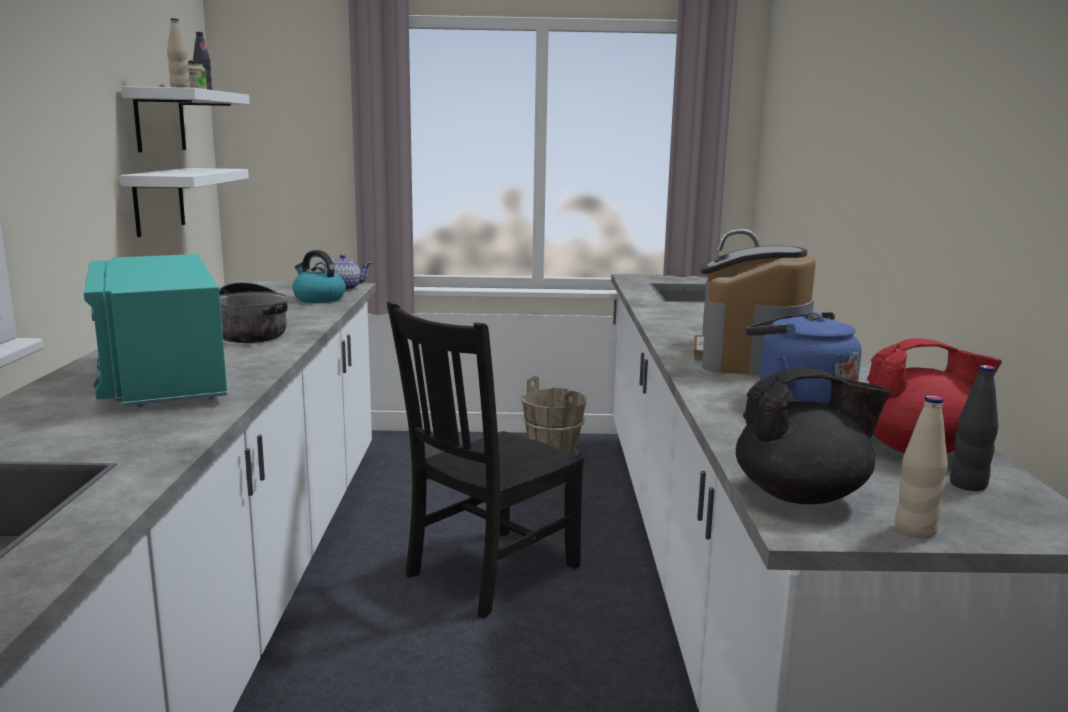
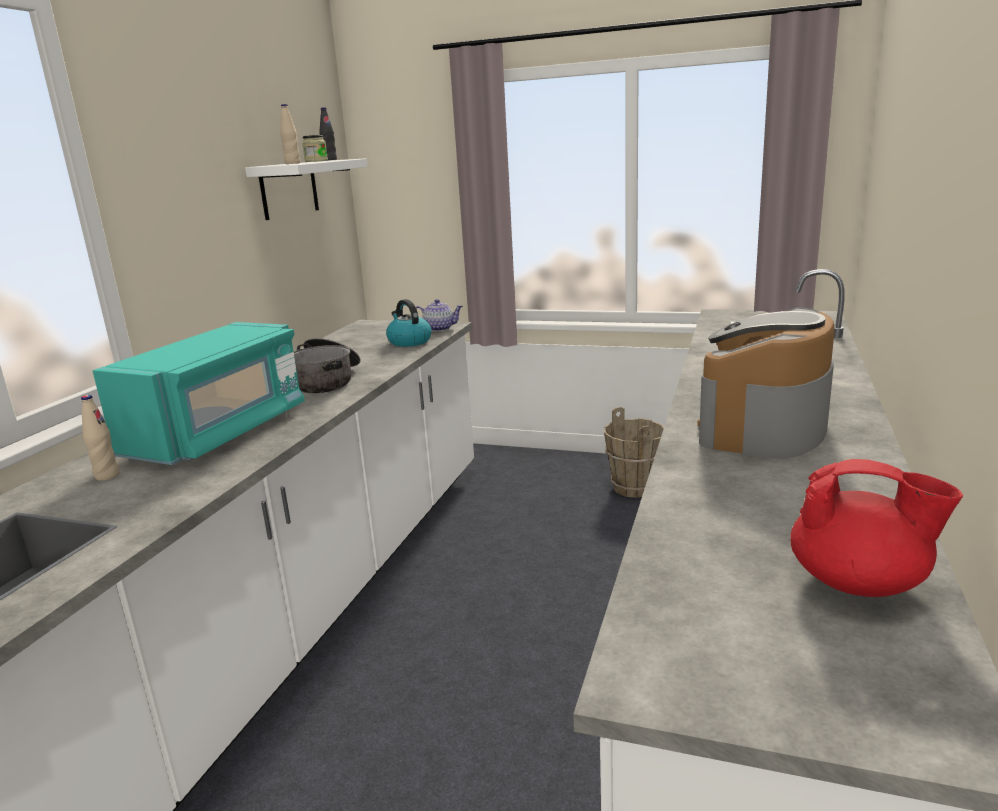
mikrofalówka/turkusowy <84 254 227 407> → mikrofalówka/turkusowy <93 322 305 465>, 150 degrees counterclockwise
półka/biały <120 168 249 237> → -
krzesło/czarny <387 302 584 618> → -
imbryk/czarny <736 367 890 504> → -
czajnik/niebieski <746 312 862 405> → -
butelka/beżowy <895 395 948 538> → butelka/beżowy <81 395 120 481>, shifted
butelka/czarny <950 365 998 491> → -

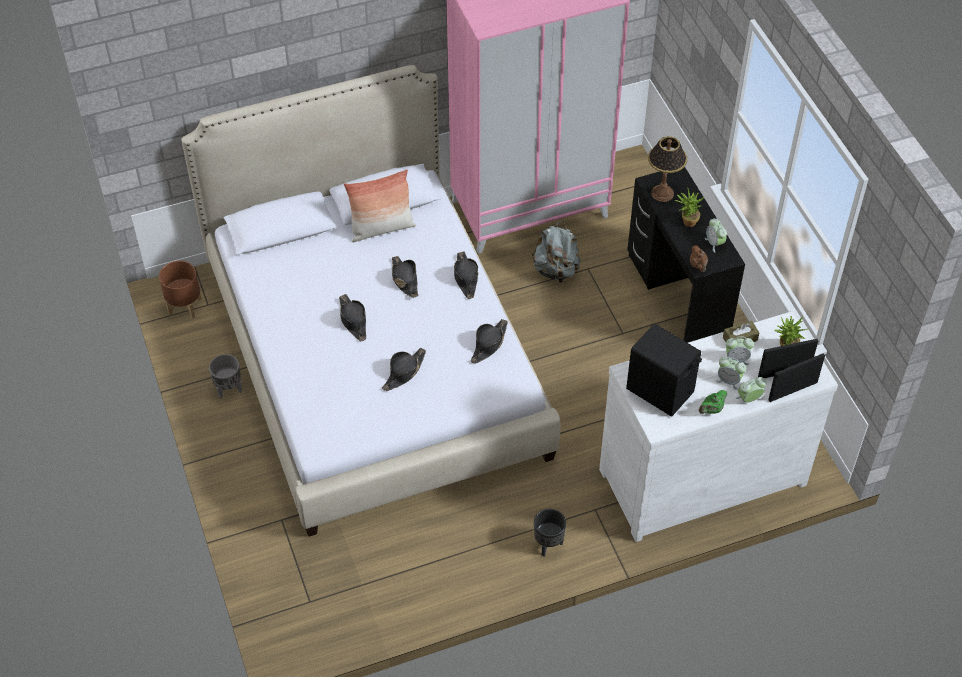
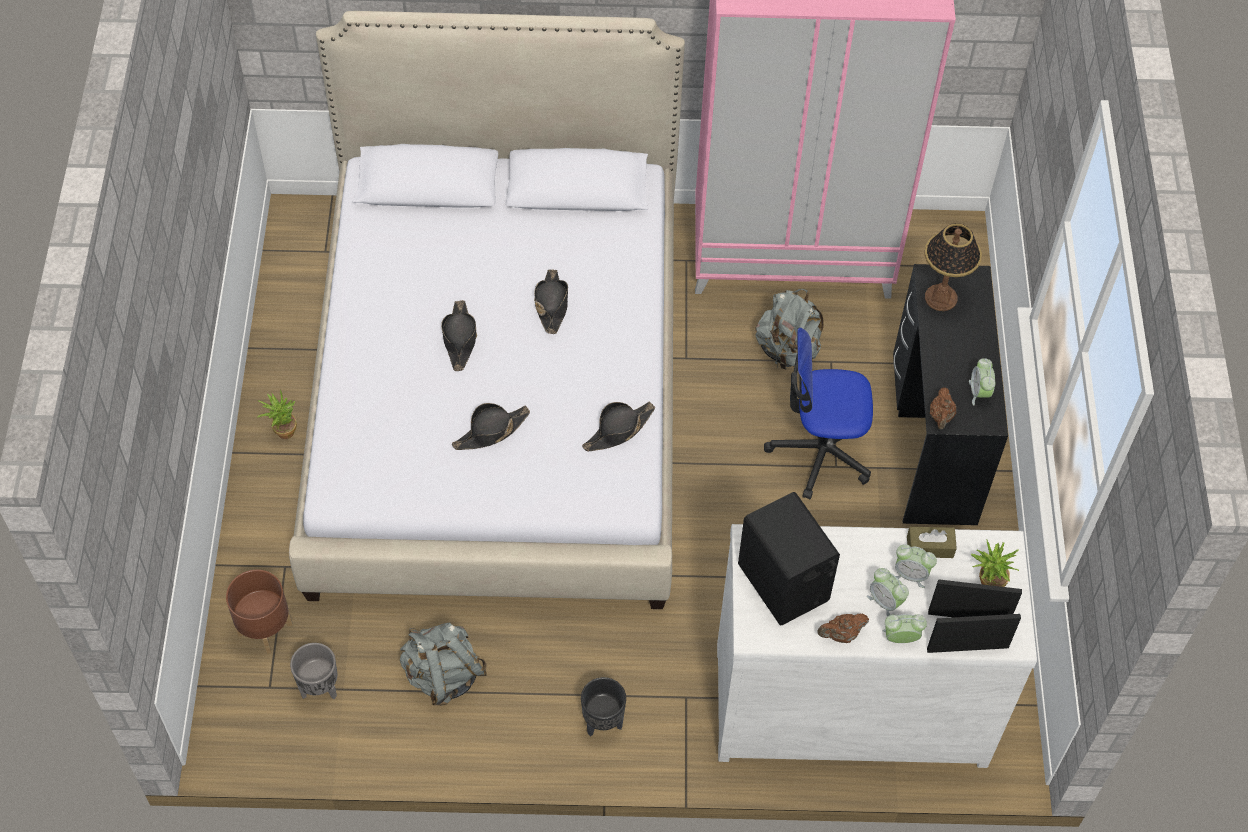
donica/brązowy <159 261 202 319> → donica/brązowy <226 570 293 654>, shifted
donica/szary <209 354 242 399> → donica/szary <290 643 337 699>, shifted
poduszka <344 169 416 242> → -
kapelusz/czarny <454 252 478 299> → -
roślina doniczkowa <675 189 704 227> → roślina doniczkowa <257 390 297 439>, shifted
imbryk/zielony <699 390 727 414> → imbryk/brązowy <818 613 869 643>
- → plecak/szary <400 623 487 706>
- → krzesło biurowe <764 327 873 500>

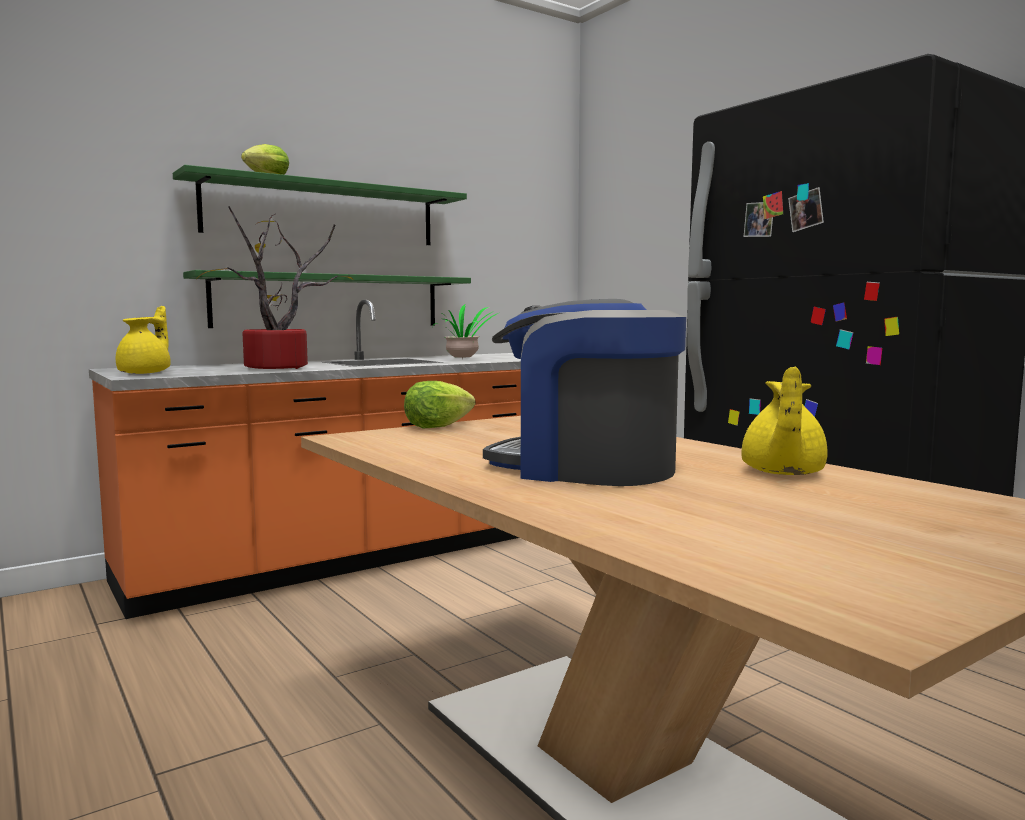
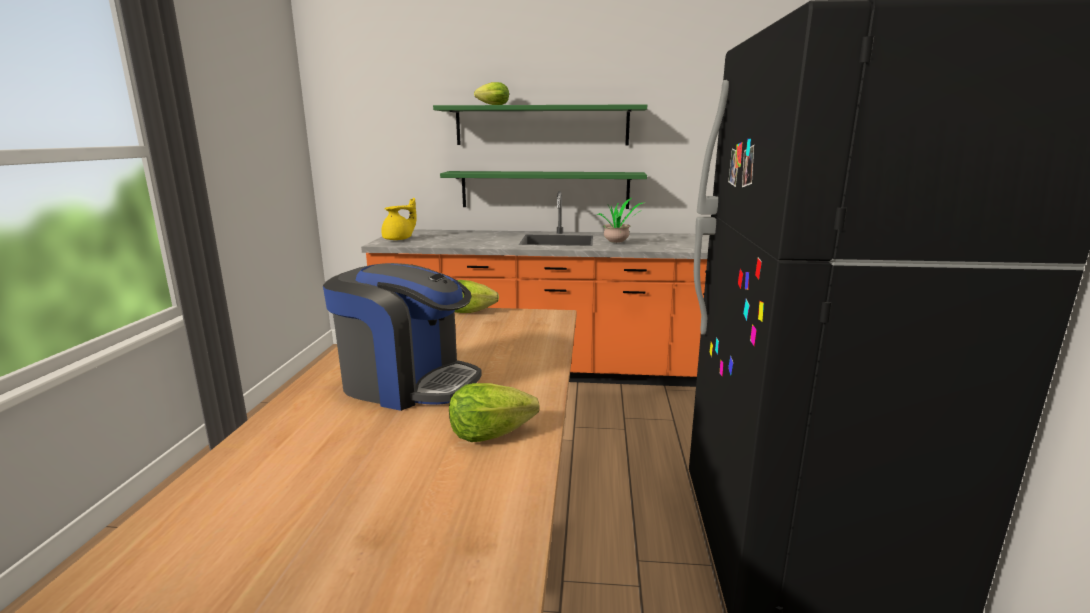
roślina doniczkowa <196 206 354 369> → -
ekspres do kawy <483 299 686 486> → ekspres do kawy <323 263 482 411>, 135 degrees clockwise
imbryk/żółty <742 366 828 475> → sałata <449 383 539 442>

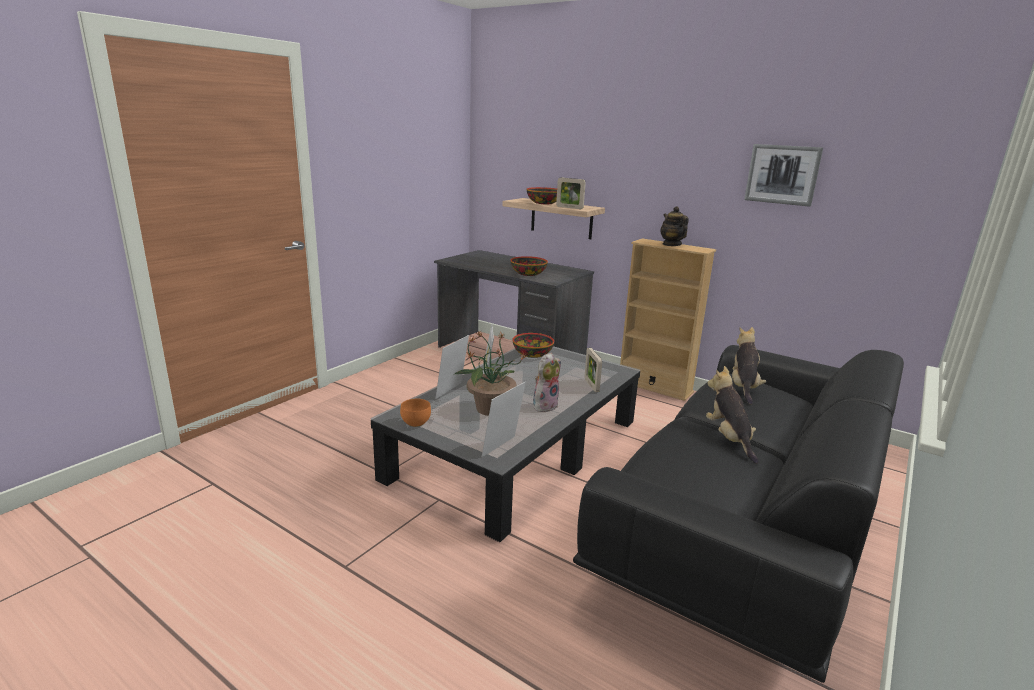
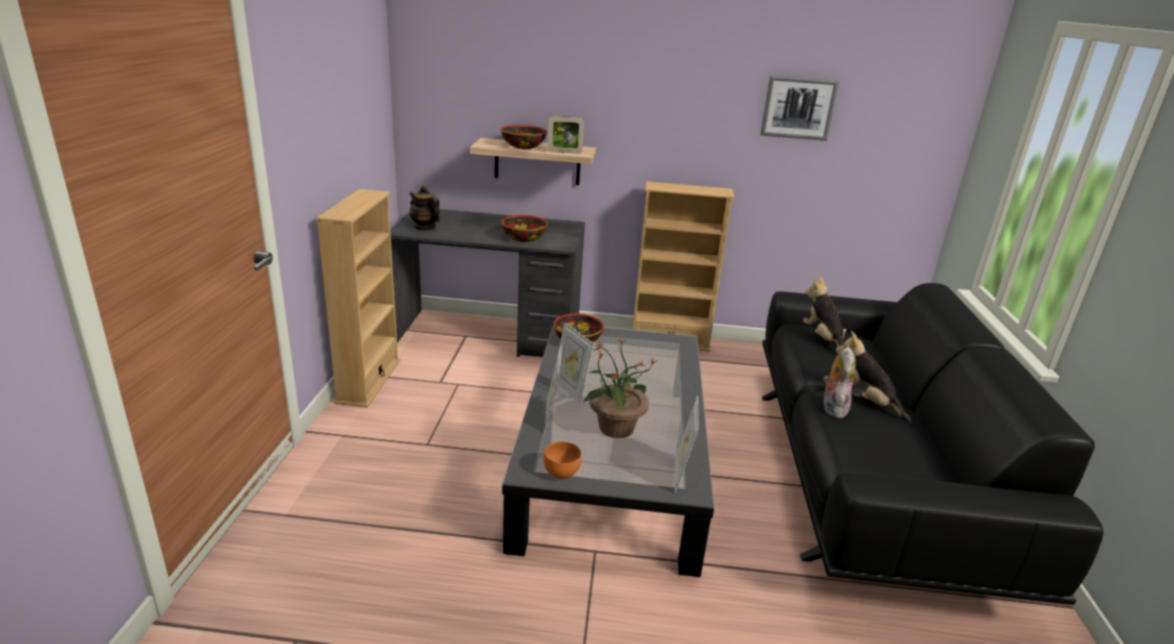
pluszak <533 353 561 412> → pluszak <823 346 856 418>, shifted
ramka na zdjęcie <584 348 602 392> → -
imbryk <660 206 689 246> → imbryk <409 186 440 231>, shifted
- → regał/beżowy <316 189 400 408>

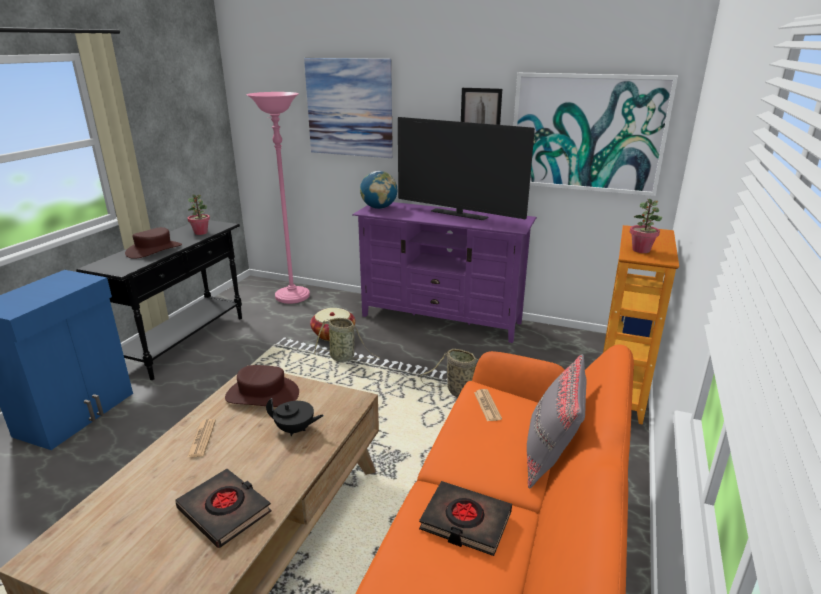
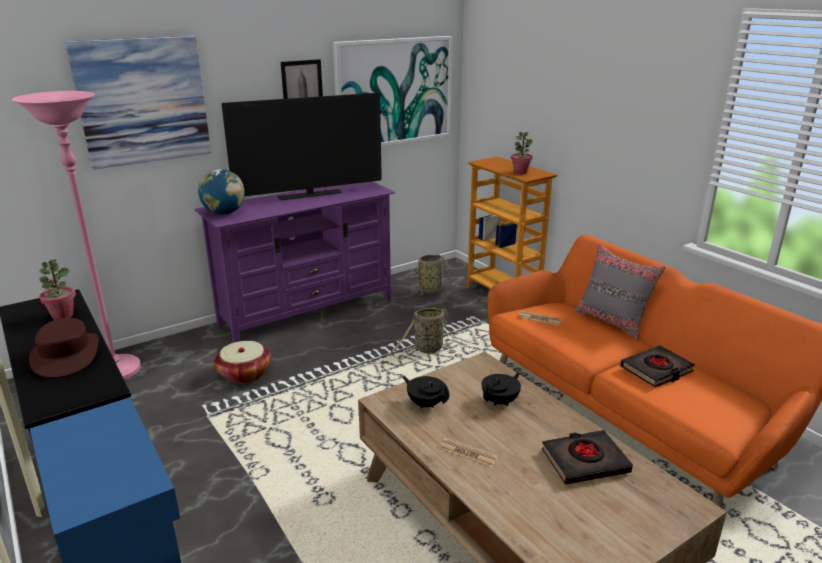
kapelusz/brązowy <225 365 299 407> → imbryk/czarny <403 376 449 409>
koszyk <314 318 379 362> → koszyk <410 254 458 295>, shifted

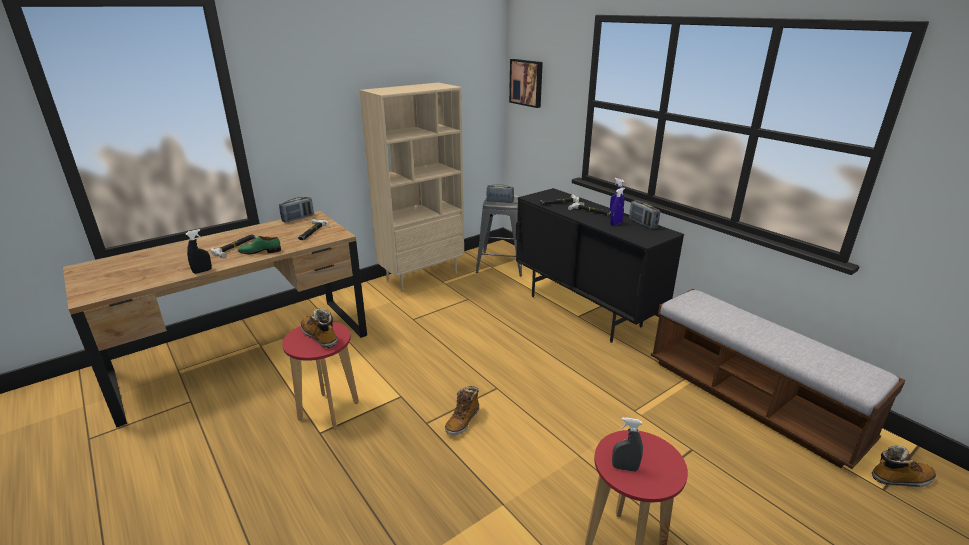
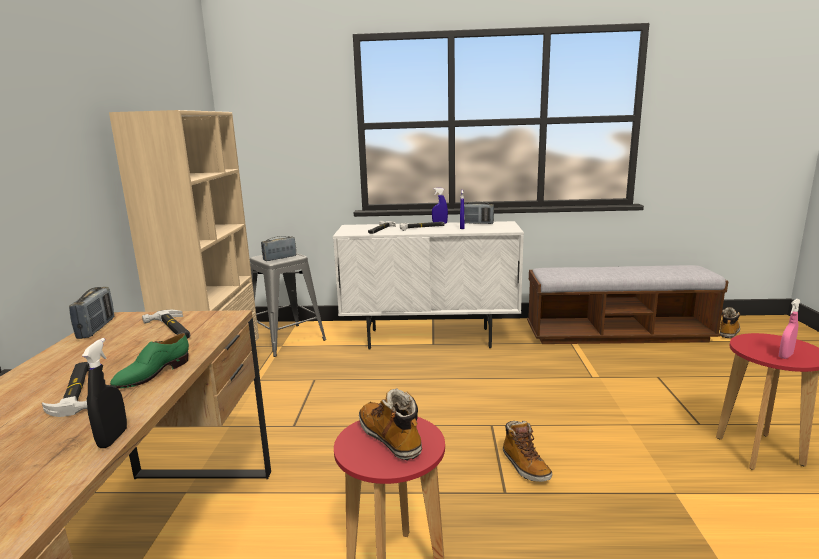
but z cholewką <300 308 337 348> → but z cholewką <359 388 422 461>, 60 degrees clockwise
obraz <509 59 543 108> → -
szafka/czarny <516 188 684 343> → szafka/biały <333 221 524 350>
spryskiwacz/szary <612 417 643 472> → spryskiwacz/różowy <779 299 800 359>

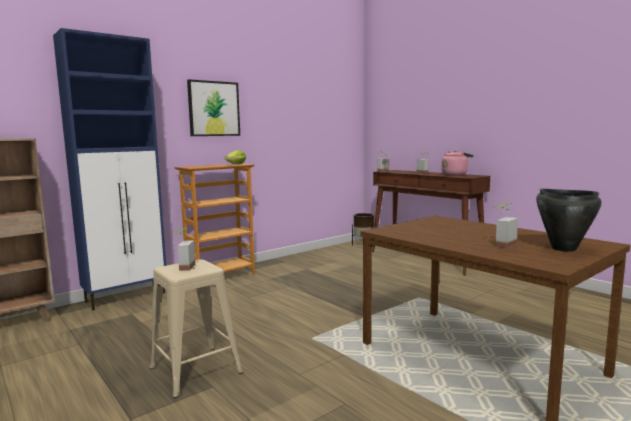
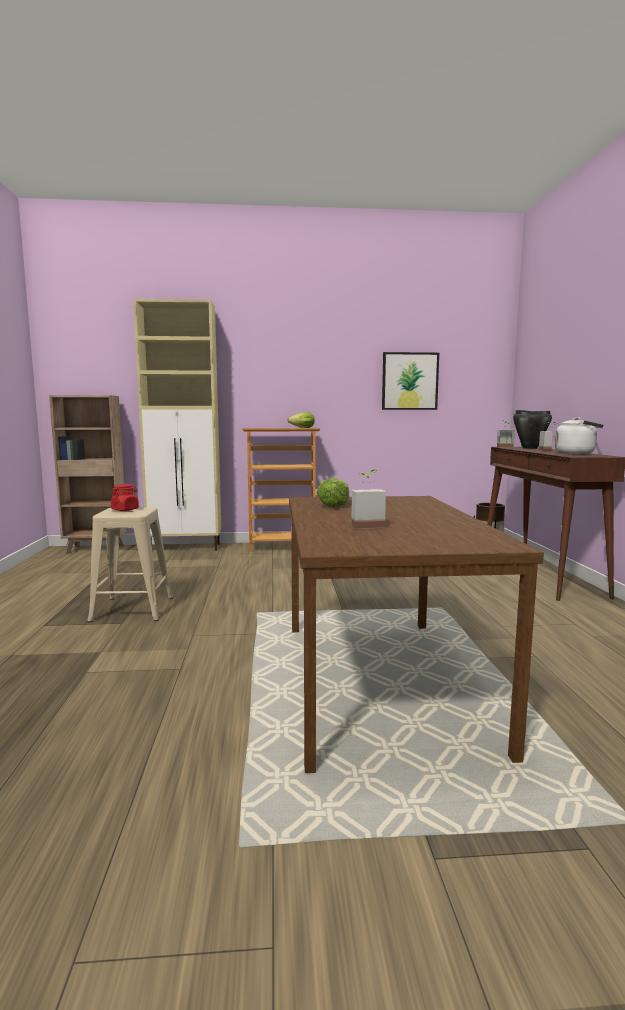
szafka/niebieski <53 28 166 311> → szafka/beżowy <133 299 222 551>
roślina doniczkowa <172 228 195 271> → słoik/czerwony <111 484 139 511>
obraz <187 79 240 136> → obraz <382 352 439 410>, shifted
czajnik/różowy <441 150 473 176> → czajnik/biały <555 417 603 454>
garnek/czarny <536 189 602 252> → garnek/czarny <513 410 552 449>, shifted
- → sałata <316 478 349 508>

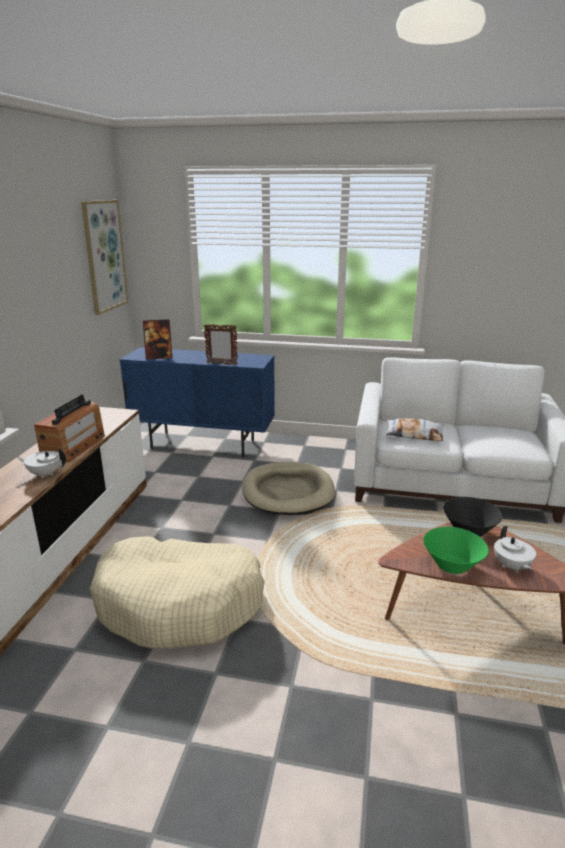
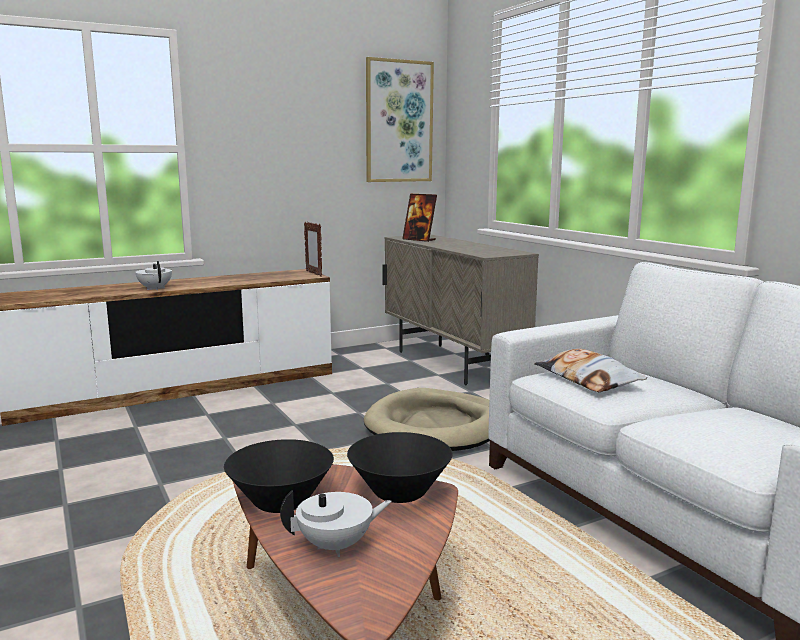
radio <34 394 105 462> → -
legowisko/beżowy <90 536 265 648> → -
szafka/niebieski <120 347 275 457> → szafka/beżowy <382 234 539 386>
ramka na zdjęcie <204 324 238 365> → ramka na zdjęcie <304 222 322 277>, shifted
miska/zielony <423 527 489 574> → miska/czarny <224 439 334 513>
imbryk/biały <494 526 536 573> → imbryk/biały <280 490 392 557>, 150 degrees counterclockwise

